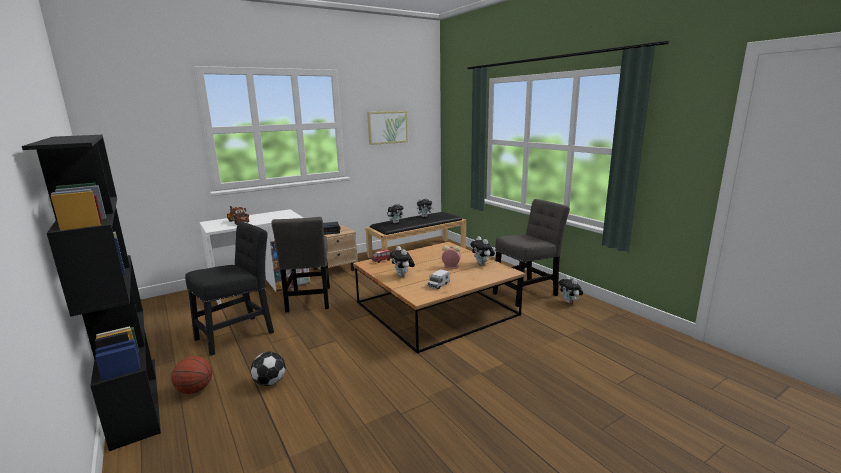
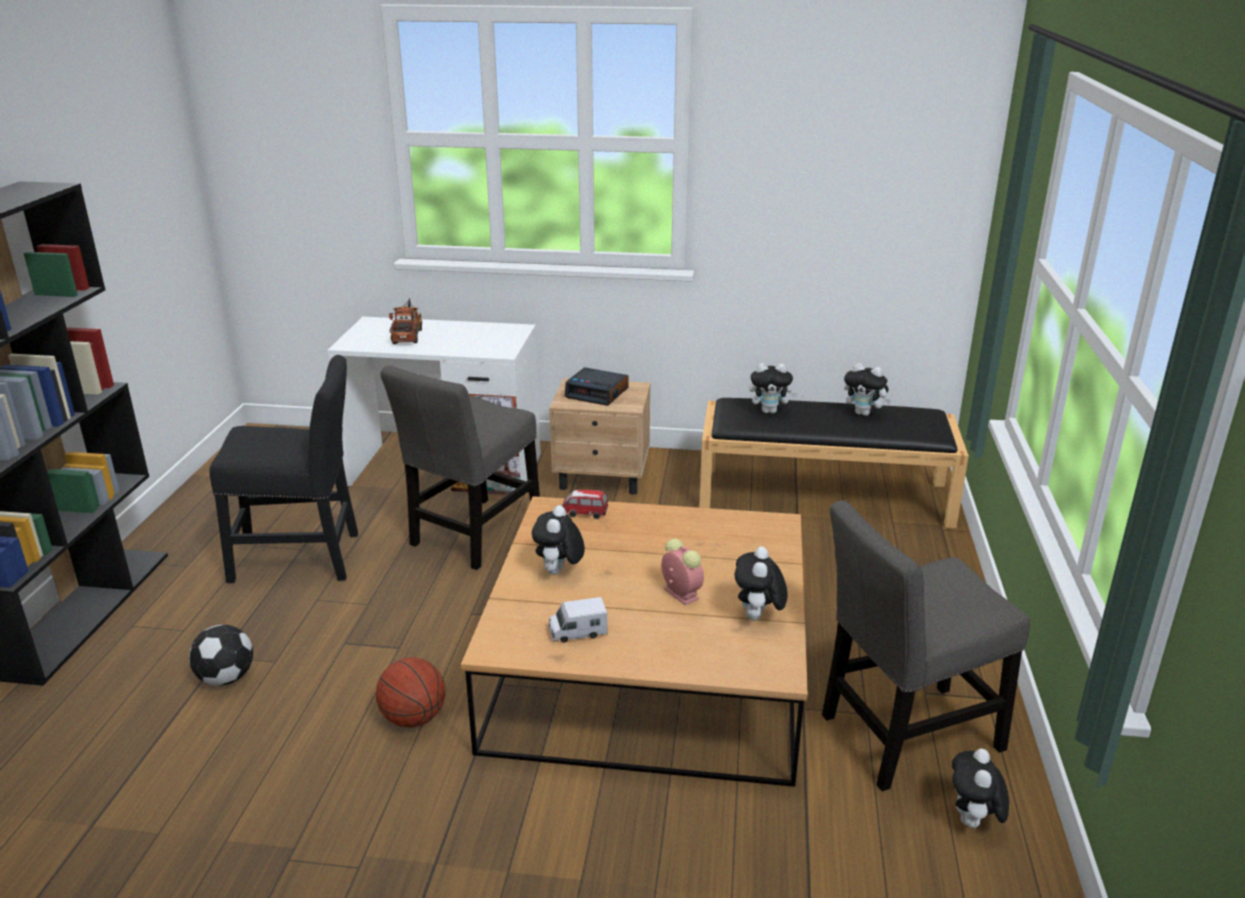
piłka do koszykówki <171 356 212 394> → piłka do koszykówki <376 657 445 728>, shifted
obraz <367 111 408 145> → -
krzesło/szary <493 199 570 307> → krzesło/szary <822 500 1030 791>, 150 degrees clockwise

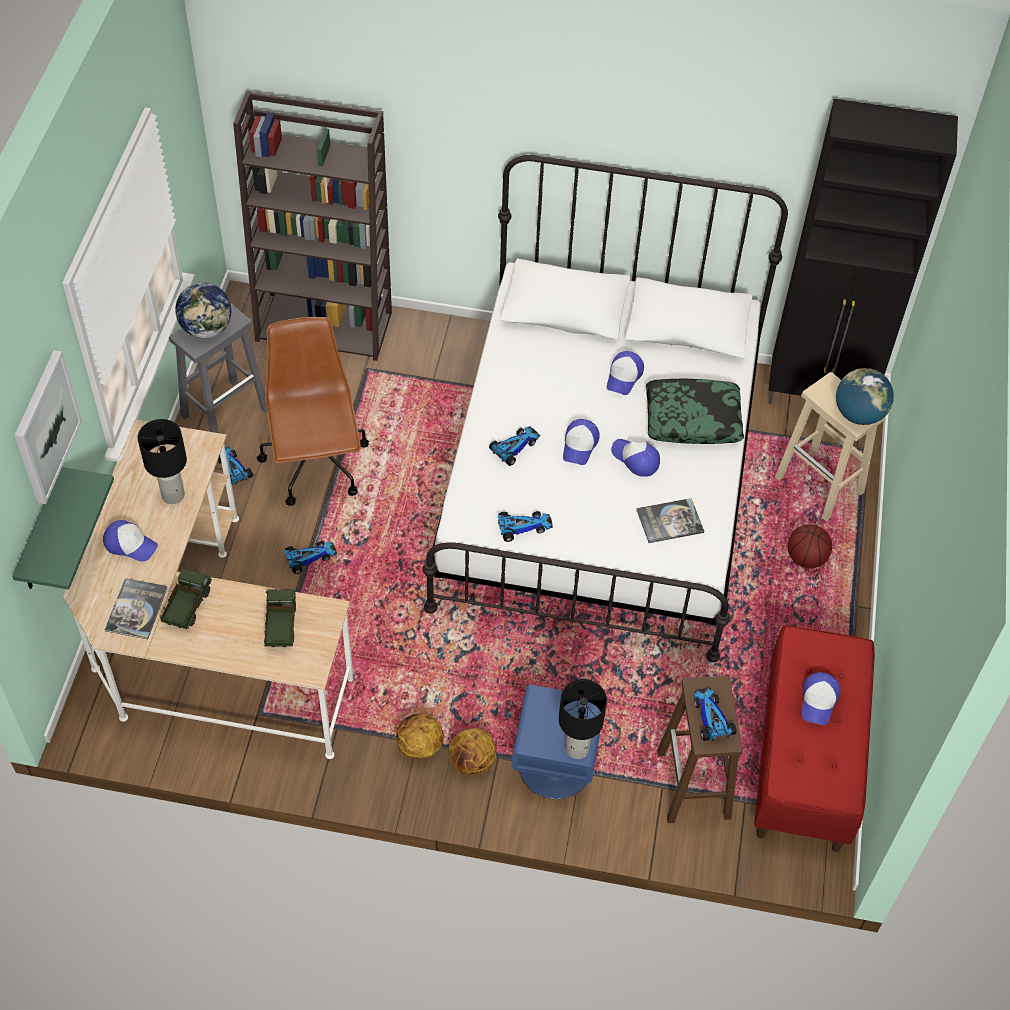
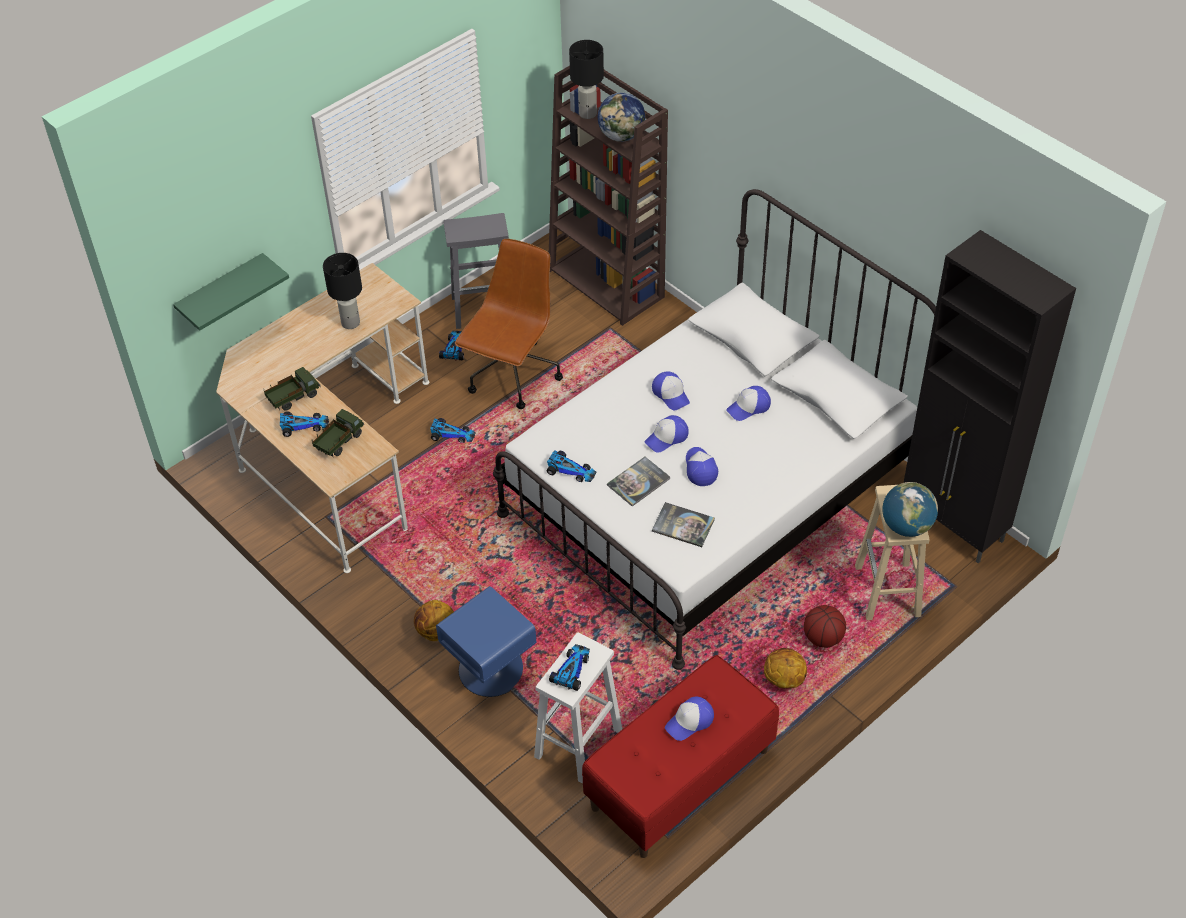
obraz <14 350 82 504> → -
czapka z daszkiem <103 520 158 562> → czapka z daszkiem <652 371 690 410>, shifted
książka <105 578 167 639> → książka <607 457 670 506>, shifted
globus <175 282 231 338> → globus <598 92 645 142>, shifted
piłka do koszykówki <396 713 444 759> → piłka do koszykówki <764 648 807 688>, shifted
samochodzik <489 426 540 466> → samochodzik <280 411 329 437>, shifted
lampa stołowa/czarny <559 679 607 759> → lampa stołowa/czarny <569 40 604 119>, shifted
poduszka <646 379 744 444> → -
stołek/brązowy <657 676 743 823> → stołek/biały <534 633 622 784>

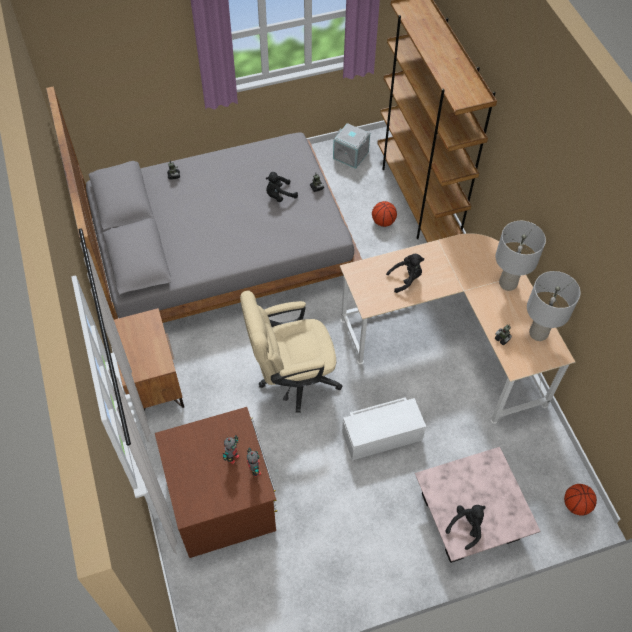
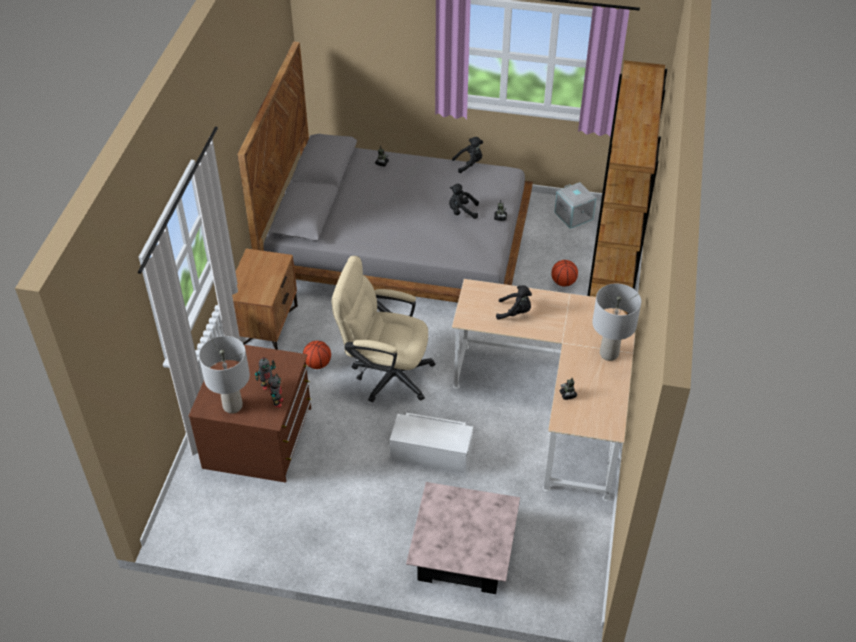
pluszak/czarny <446 505 486 550> → pluszak/czarny <452 137 483 173>, shifted
lampa stołowa/szary <527 271 580 341> → lampa stołowa/szary <199 336 250 414>, shifted
piłka do koszykówki <564 484 597 516> → piłka do koszykówki <303 341 331 369>, shifted

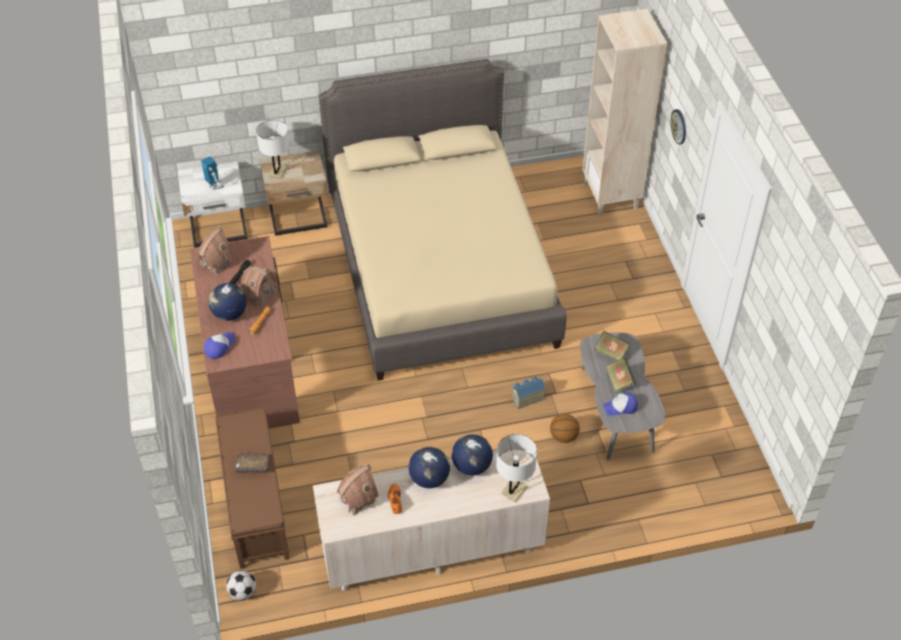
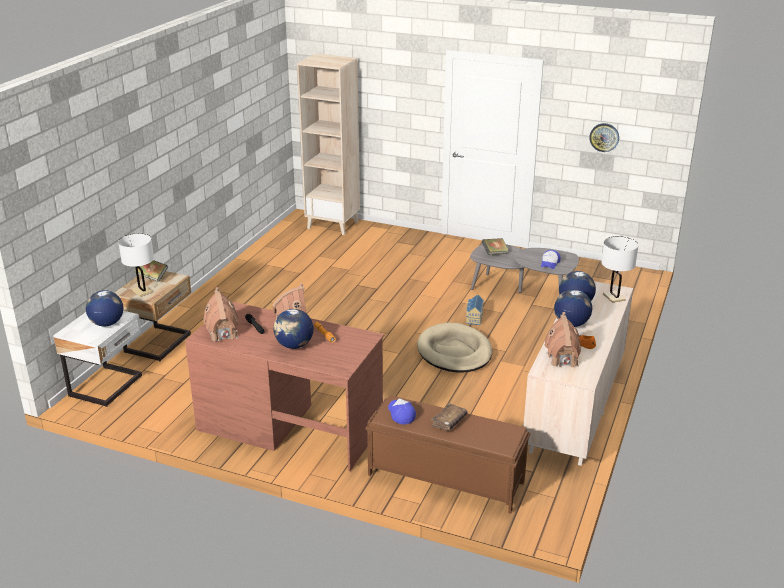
robot zabawkowy <201 156 225 190> → globus <86 290 123 326>
czapka z daszkiem <204 332 235 359> → czapka z daszkiem <388 398 416 424>, shifted
piłka futbolowa <226 570 256 601> → -
łóżko/beżowy <319 59 566 381> → -
piłka do koszykówki <550 414 580 443> → -
książka <606 358 636 393> → książka <134 260 168 282>, shifted
zegar ścienny <671 109 686 144> → zegar ścienny <589 123 619 152>, shifted
- → legowisko/beżowy <417 323 492 373>

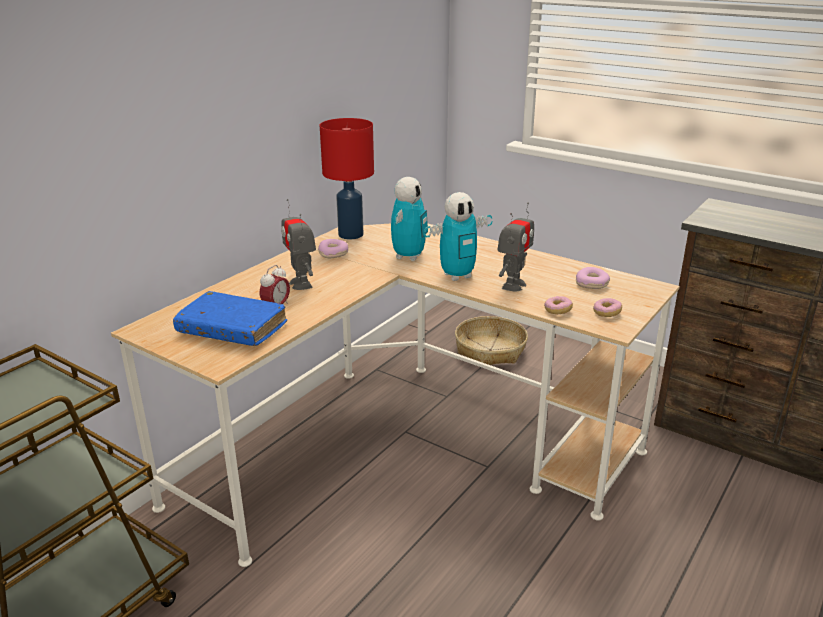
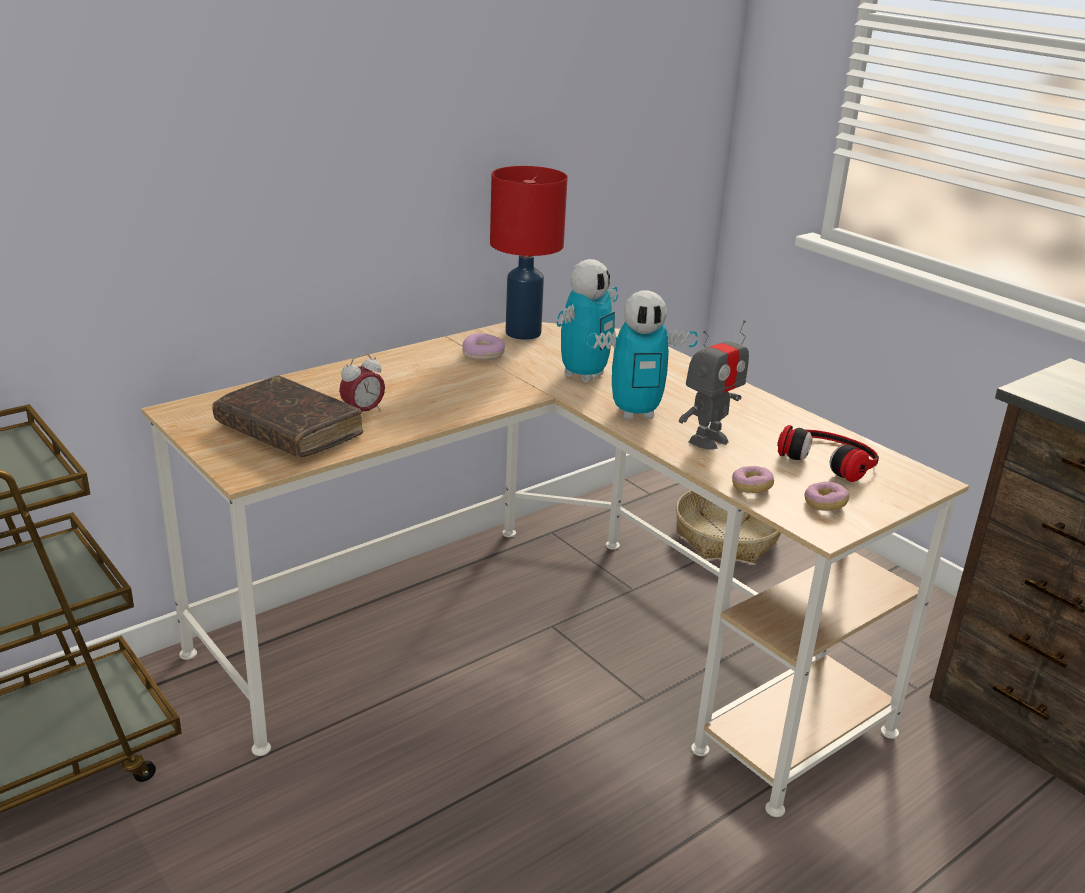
książka/niebieski <173 291 287 346> → książka/brązowy <212 375 363 458>
robot zabawkowy <281 199 316 290> → -
donut <576 267 610 289> → słuchawki <777 425 879 482>

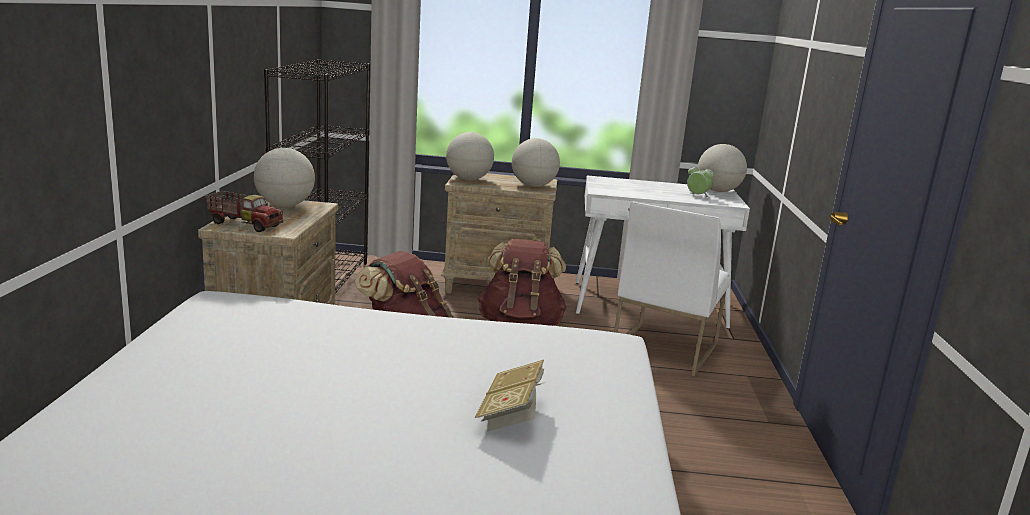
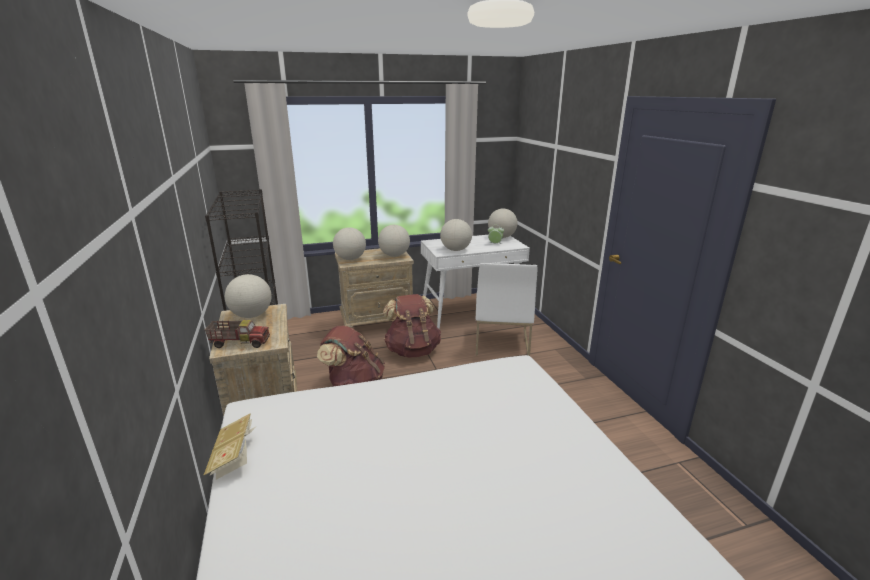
książka <475 360 546 432> → książka <204 413 256 480>, shifted
- → globus <440 219 472 251>

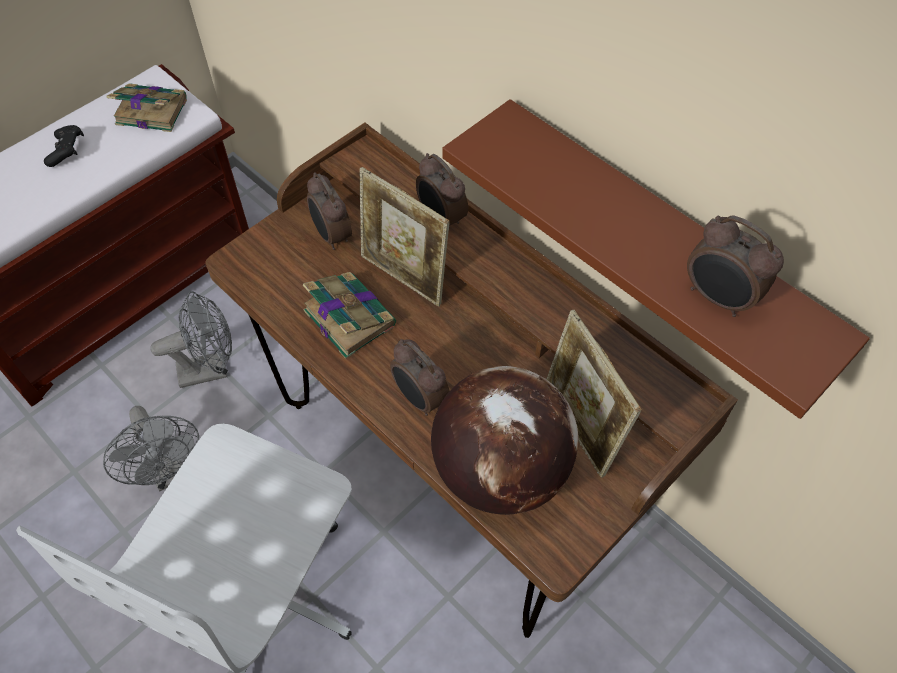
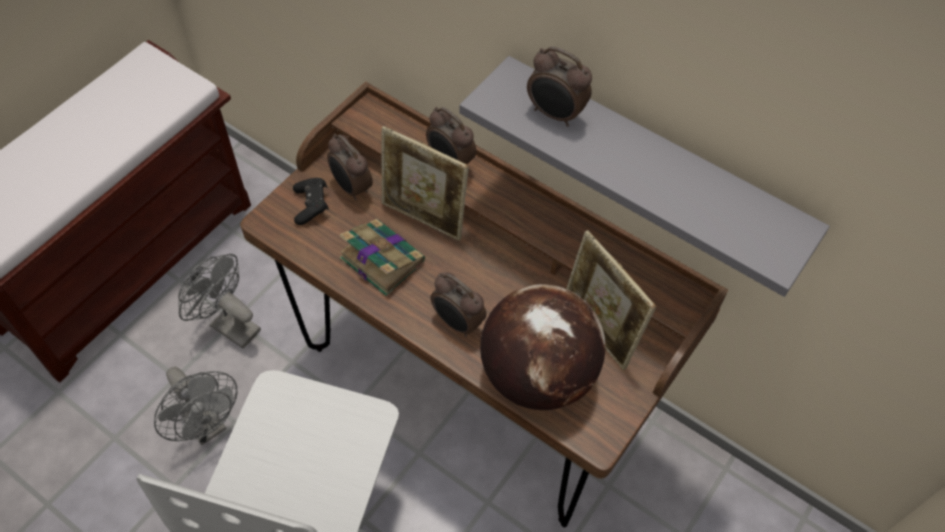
pad do gier/czarny <44 125 84 167> → pad do gier/czarny <293 178 329 225>, shifted
książka <106 83 187 132> → -
wentylator/szary <150 291 232 388> → wentylator/szary <178 254 261 349>, 120 degrees counterclockwise
półka/brązowy <443 99 870 419> → półka/szary <460 56 830 297>
budzik <687 216 784 317> → budzik <527 46 592 127>, shifted

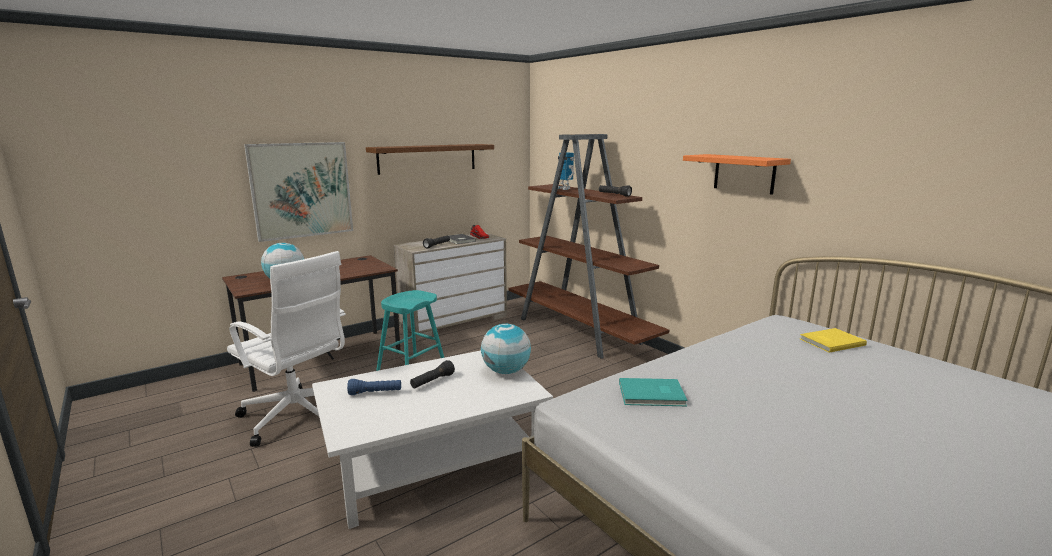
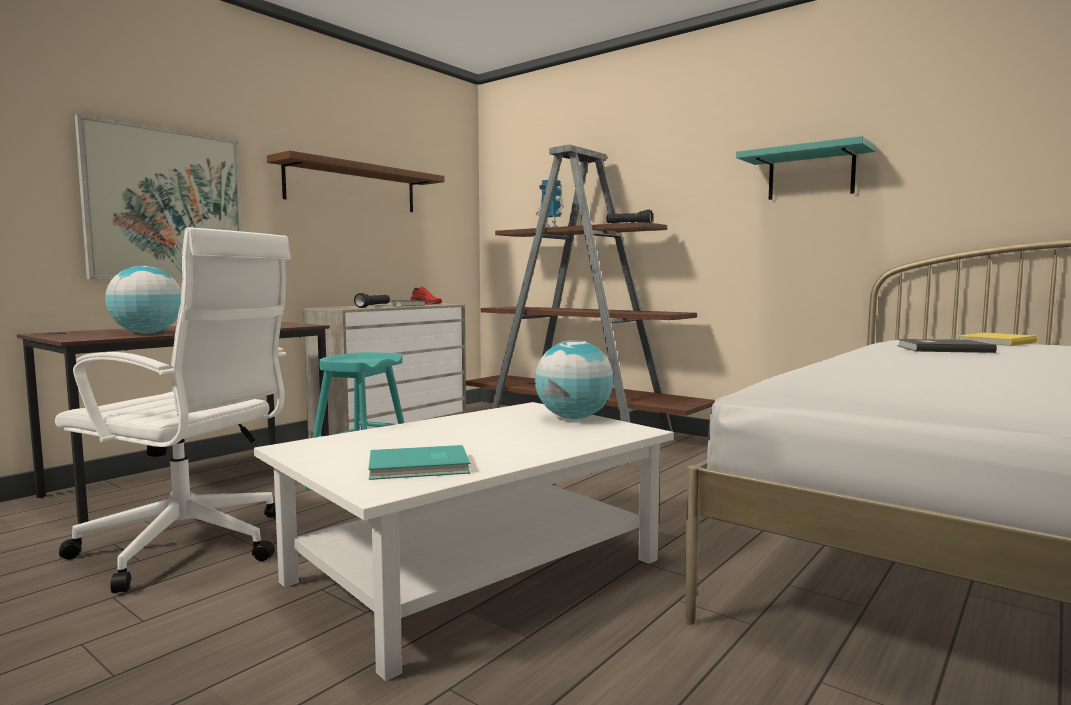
latarka/niebieski <347 379 401 395> → -
latarka/czarny <410 360 455 389> → -
książka/turkusowy <619 378 688 406> → książka/turkusowy <369 445 471 480>, shifted
półka/pomarańczowy <683 154 791 195> → półka/turkusowy <736 136 876 200>
- → książka/szary <897 339 997 353>

